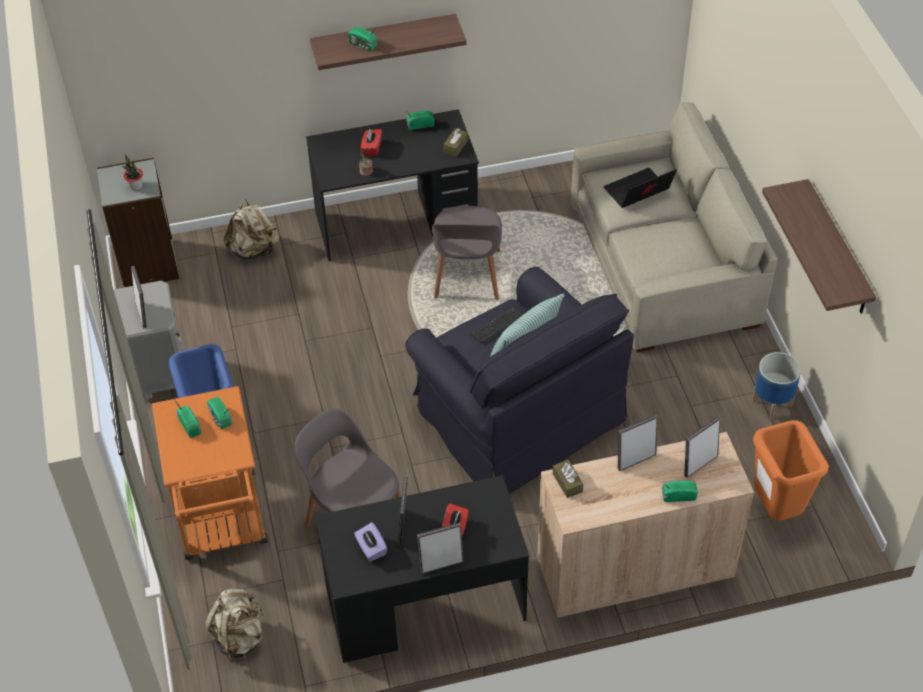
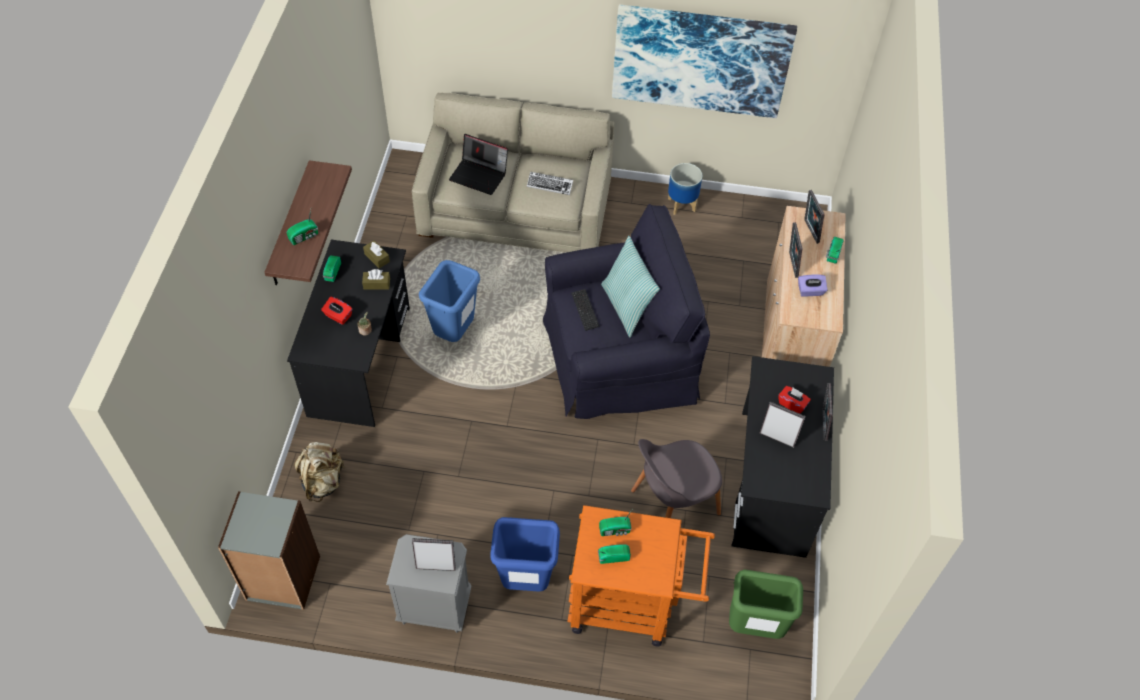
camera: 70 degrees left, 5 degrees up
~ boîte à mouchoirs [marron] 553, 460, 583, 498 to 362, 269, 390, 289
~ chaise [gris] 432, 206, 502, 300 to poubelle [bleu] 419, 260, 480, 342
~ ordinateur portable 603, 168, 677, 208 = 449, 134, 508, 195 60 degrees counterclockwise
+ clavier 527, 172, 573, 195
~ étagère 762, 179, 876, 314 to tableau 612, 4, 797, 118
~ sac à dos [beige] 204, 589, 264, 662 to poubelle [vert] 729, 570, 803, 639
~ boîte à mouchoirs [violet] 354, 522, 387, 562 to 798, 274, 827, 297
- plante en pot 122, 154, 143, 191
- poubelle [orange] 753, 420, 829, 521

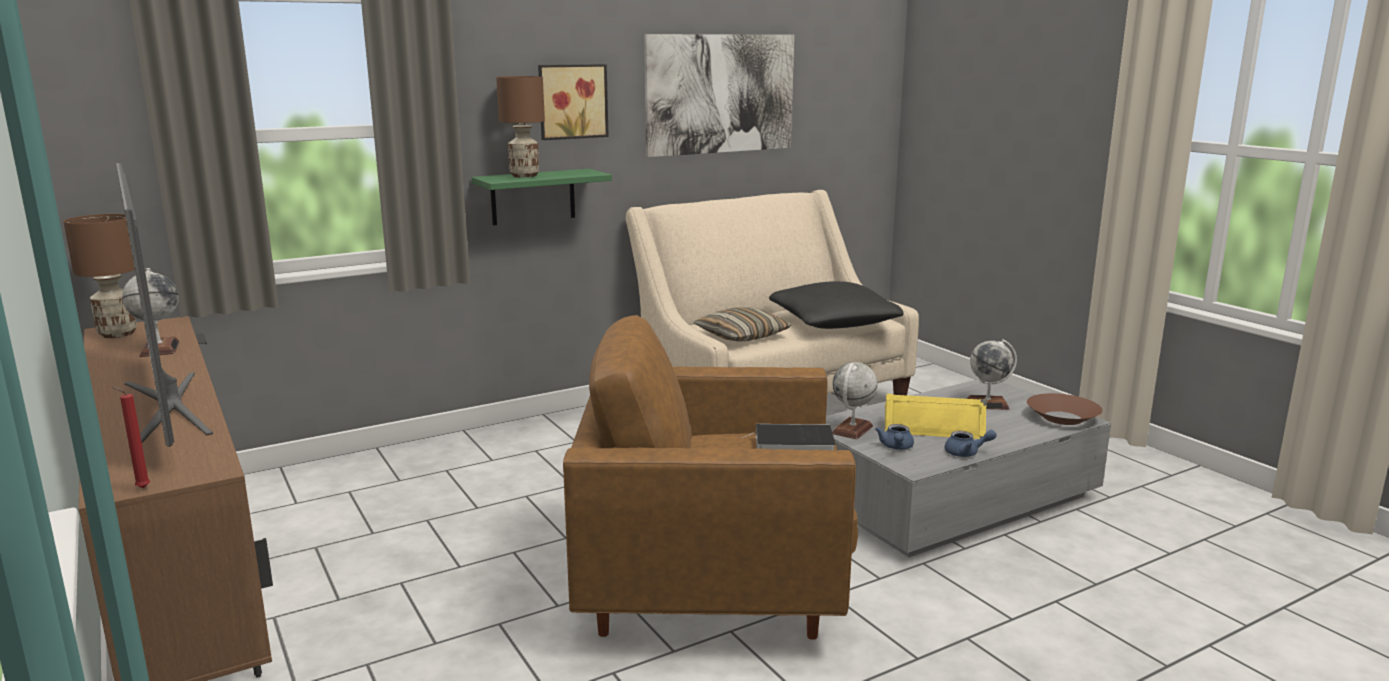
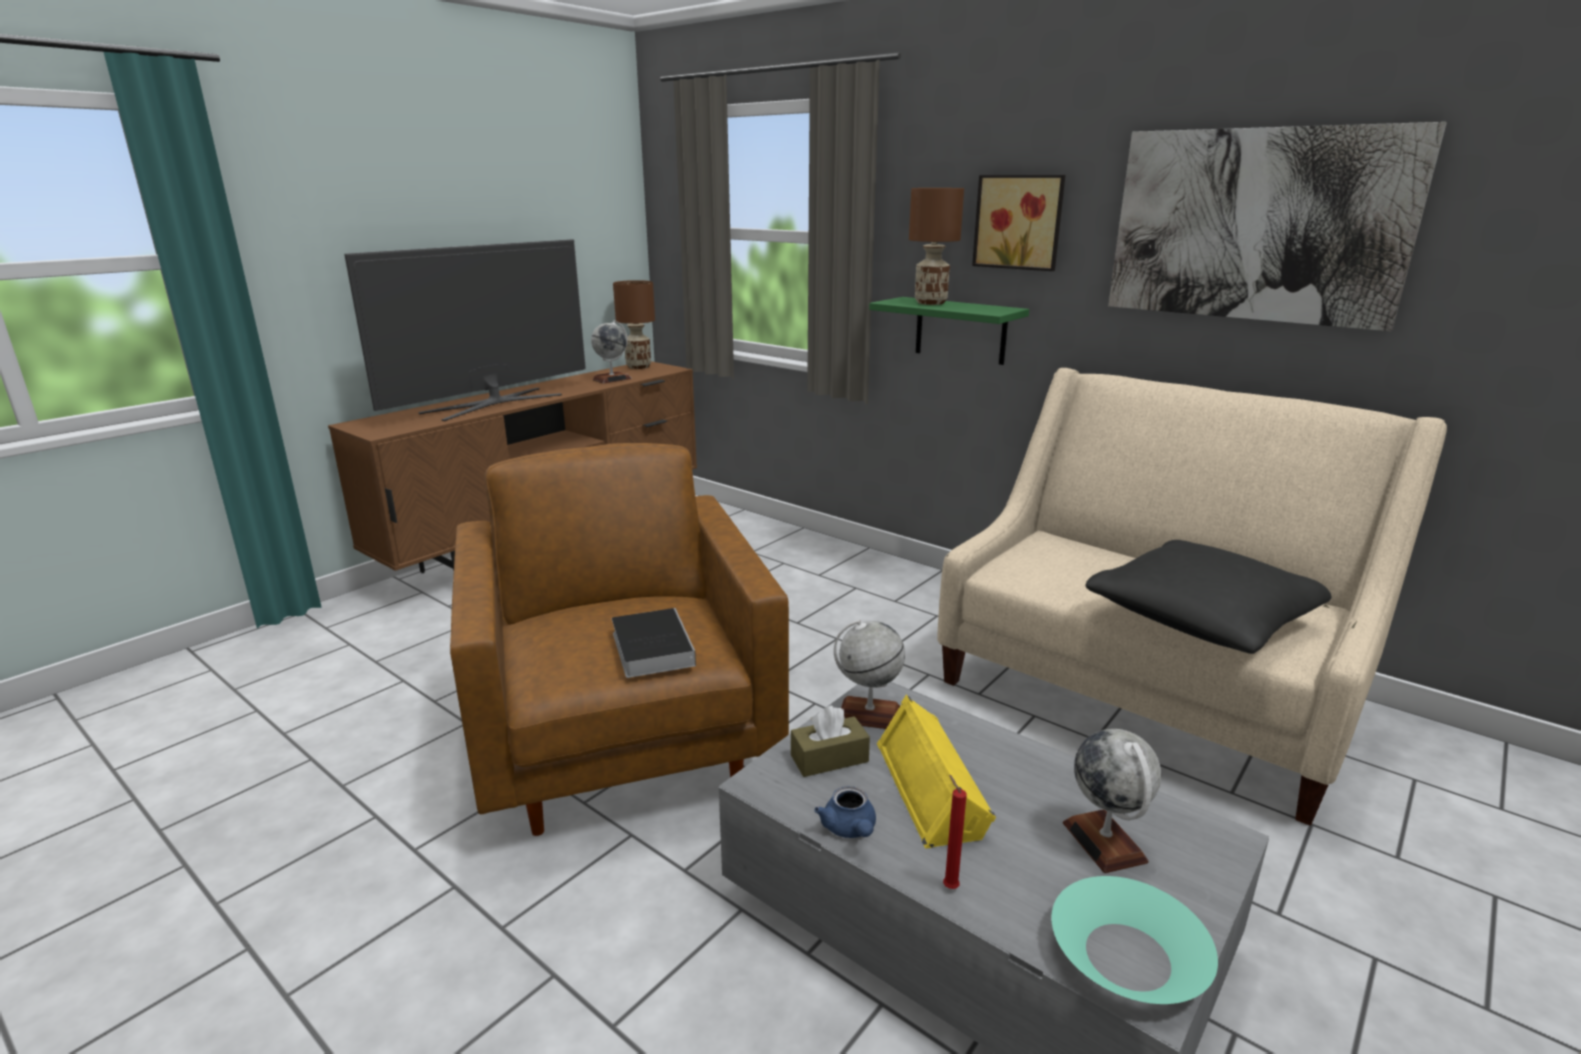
camera: 70 degrees right, 5 degrees up
~ théière [bleu] 875, 424, 914, 450 to boîte à mouchoirs [marron] 791, 706, 870, 777
~ bougie [rouge] 111, 386, 150, 489 to 943, 775, 967, 889
~ bol [marron] 1027, 393, 1103, 425 to bol [turquoise] 1051, 876, 1218, 1004
- coussin 694, 307, 791, 342

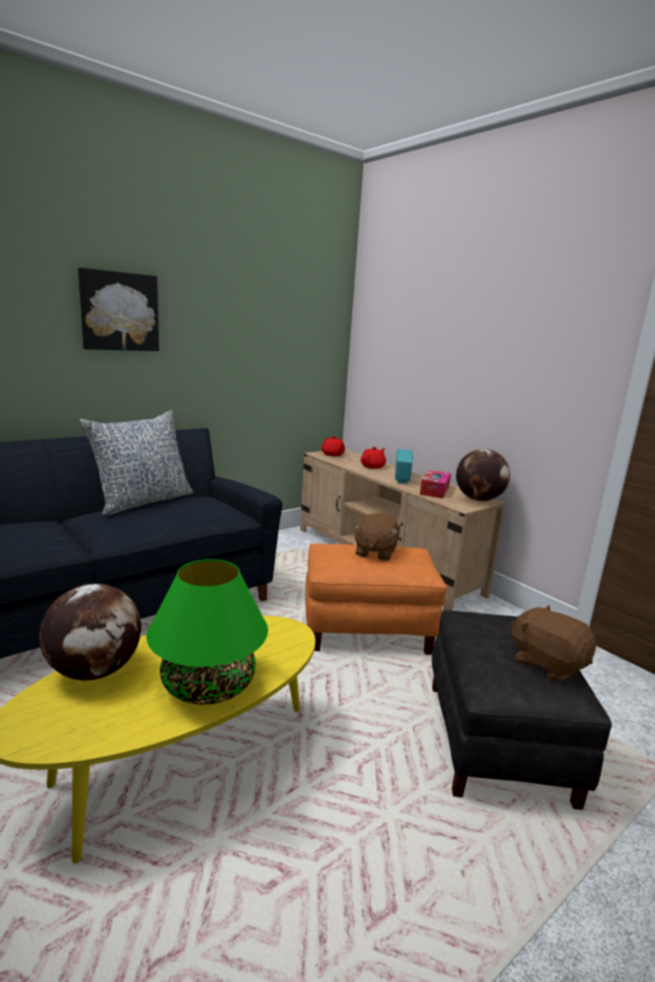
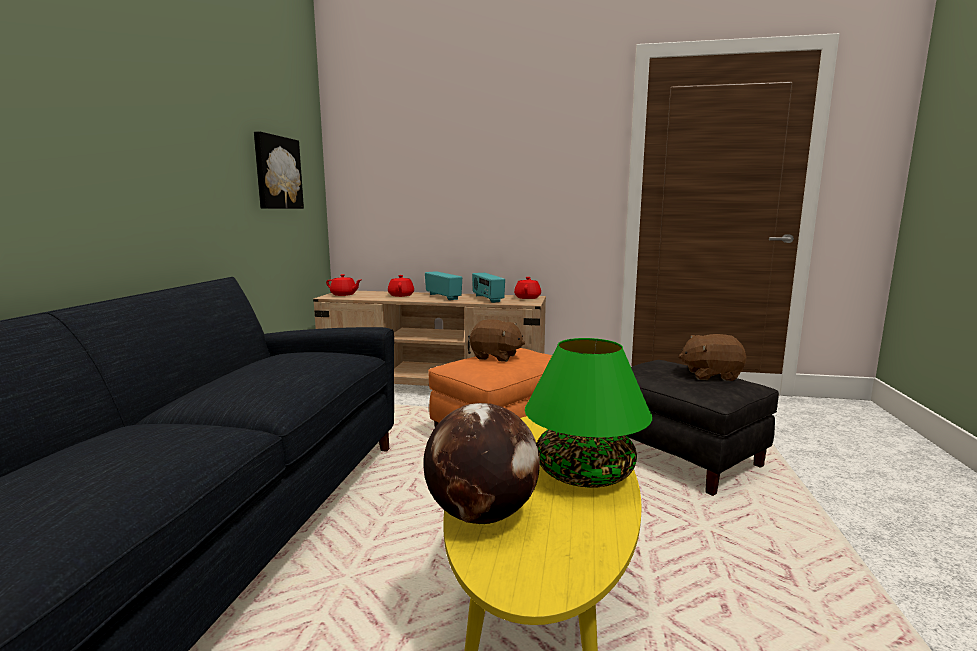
camera: 40 degrees left, 5 degrees down
~ tableau 78, 268, 159, 351 to 254, 131, 304, 209
~ peluche [marron] 353, 513, 399, 561 = 470, 319, 525, 362 45 degrees counterclockwise
~ boîte à mouchoirs 420, 470, 451, 498 to radio 472, 273, 505, 303
~ globe 456, 449, 510, 501 to théière [rouge] 514, 277, 541, 299
- coussin 79, 410, 194, 516

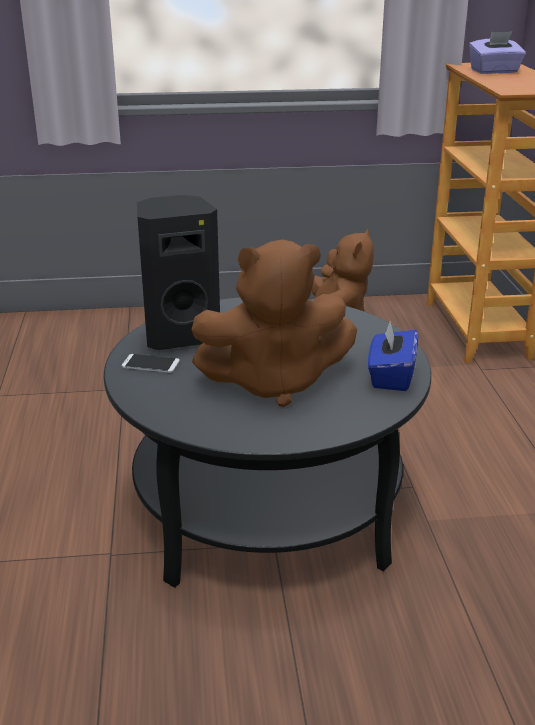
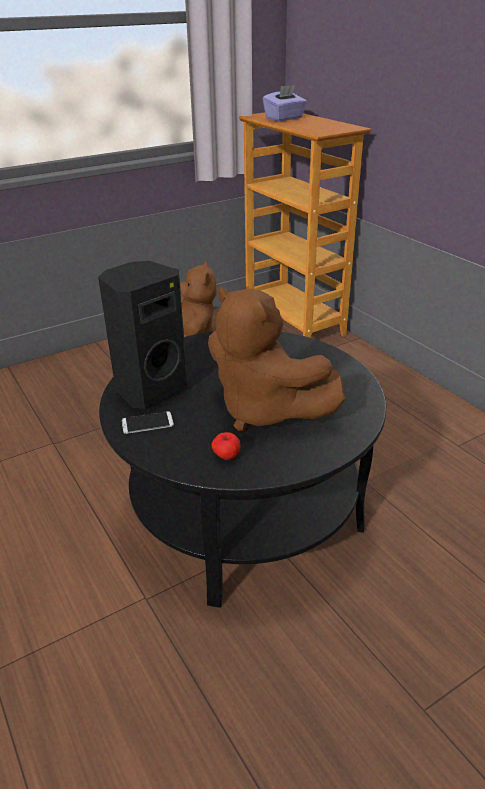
camera: 25 degrees left, 5 degrees up
~ peluche [marron] 192, 239, 357, 407 = 208, 286, 345, 431 75 degrees clockwise
+ pomme 212, 432, 241, 460
- boîte à mouchoirs [bleu] 368, 322, 418, 391

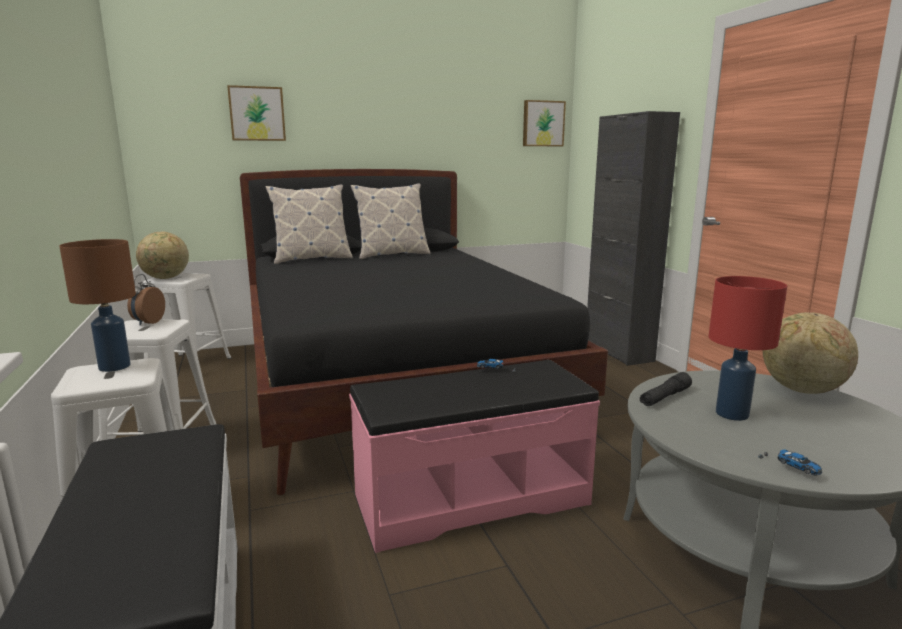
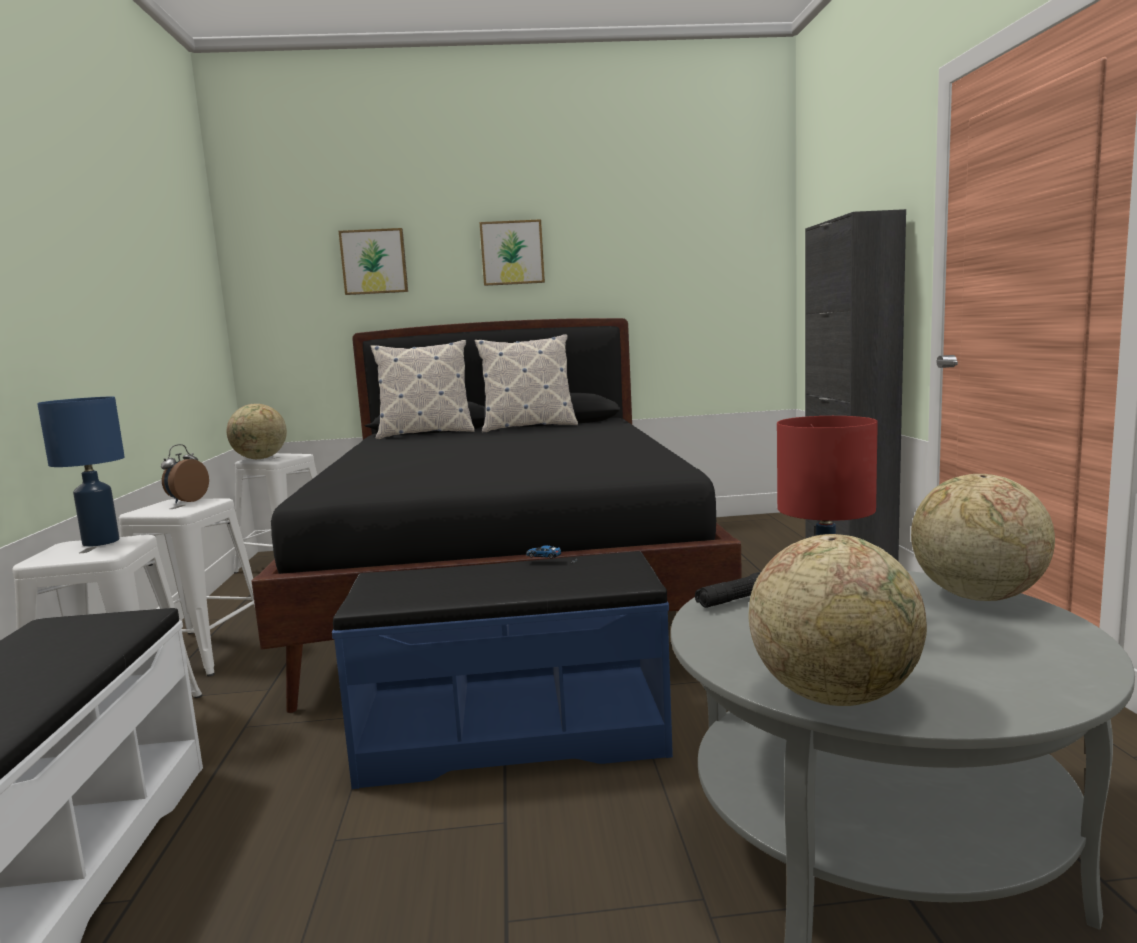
camera: 15 degrees right, 5 degrees down
~ lampe de table [marron] 59, 239, 136, 372 to lampe de table [bleu] 37, 397, 125, 547
~ banc [rose] 349, 360, 600, 553 to banc [bleu] 332, 551, 673, 789
~ tableau 523, 100, 566, 146 to 480, 219, 545, 286
~ petite voiture 758, 450, 822, 475 to globe 748, 534, 927, 706

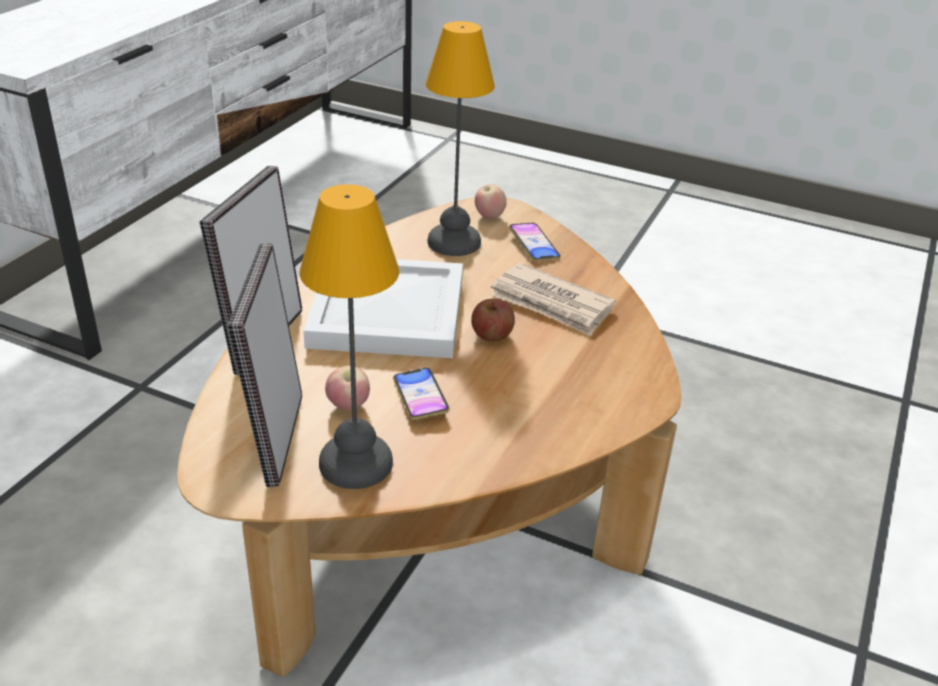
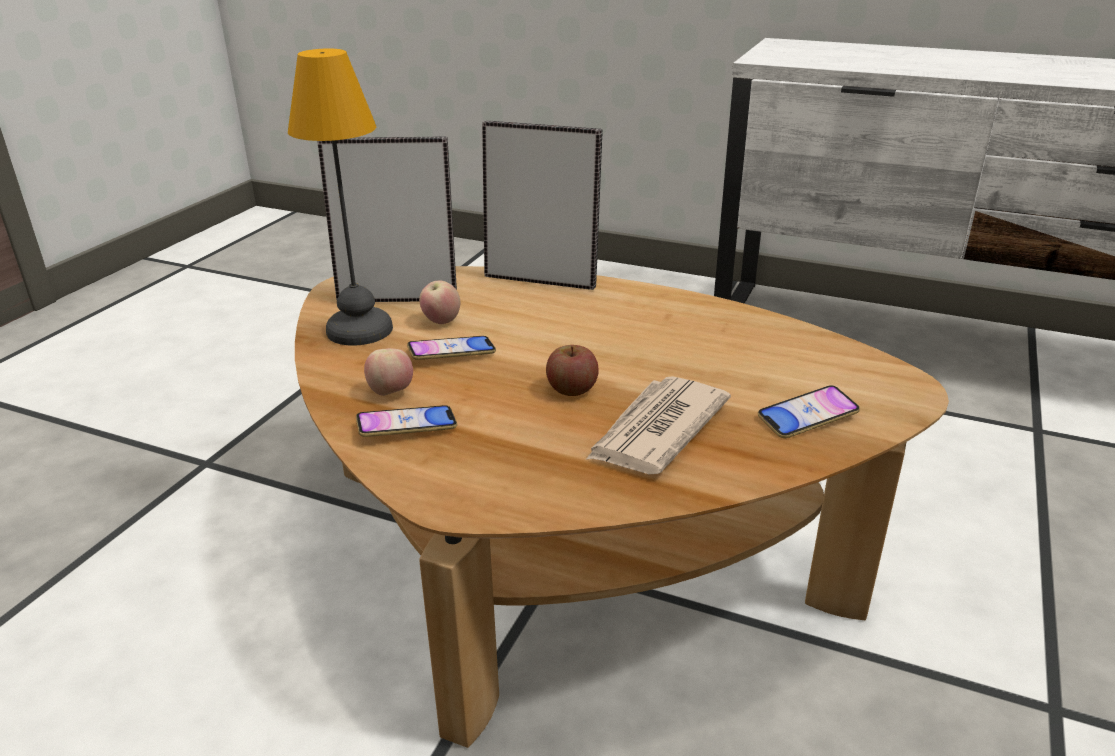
camera: 90 degrees right, 5 degrees down
+ téléphone 356, 405, 457, 437
~ pomme 475, 184, 507, 219 to 364, 348, 413, 396
- plateau [blanc] 303, 259, 463, 358
- lampe de table 425, 21, 495, 256

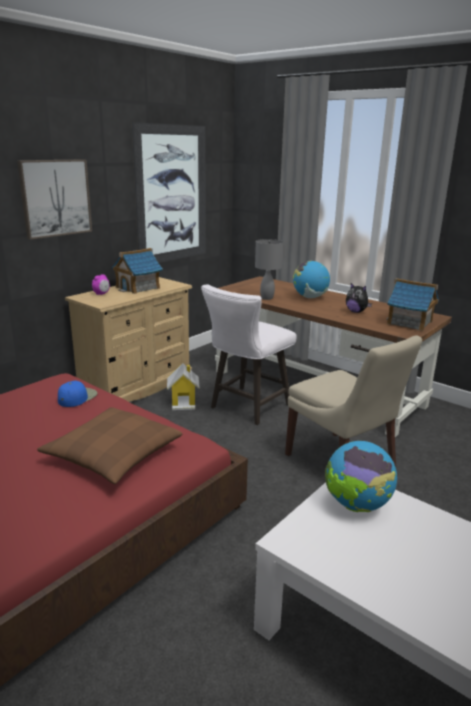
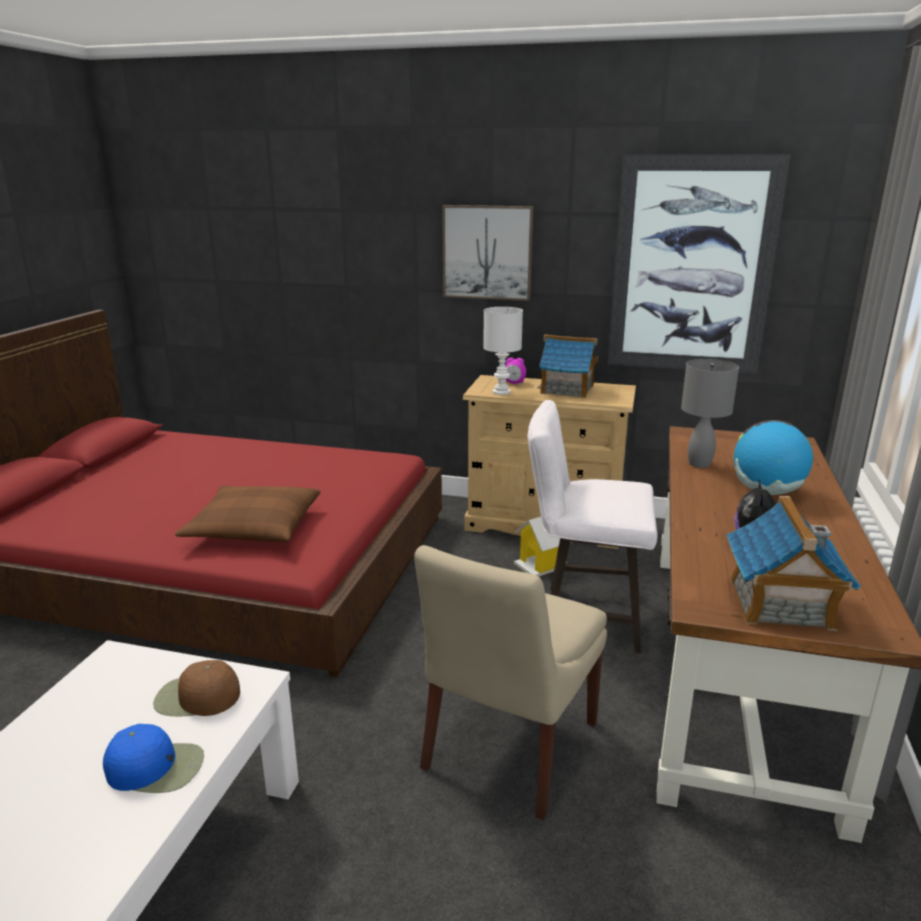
camera: 65 degrees right, 0 degrees up
~ casquette [bleu] 58, 381, 98, 407 to 103, 724, 204, 793
~ globe 325, 441, 397, 512 to casquette [marron] 153, 660, 240, 717
+ lampe de table [blanc] 483, 307, 523, 395

